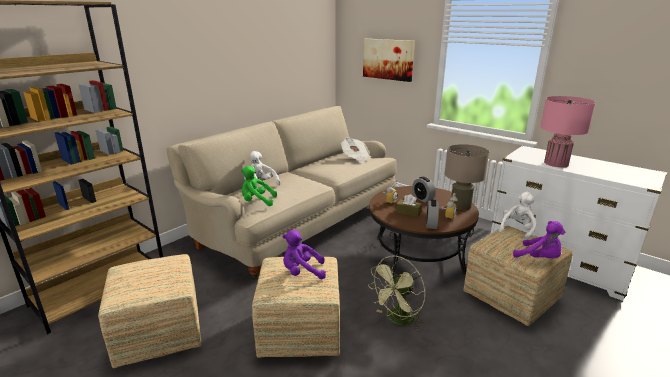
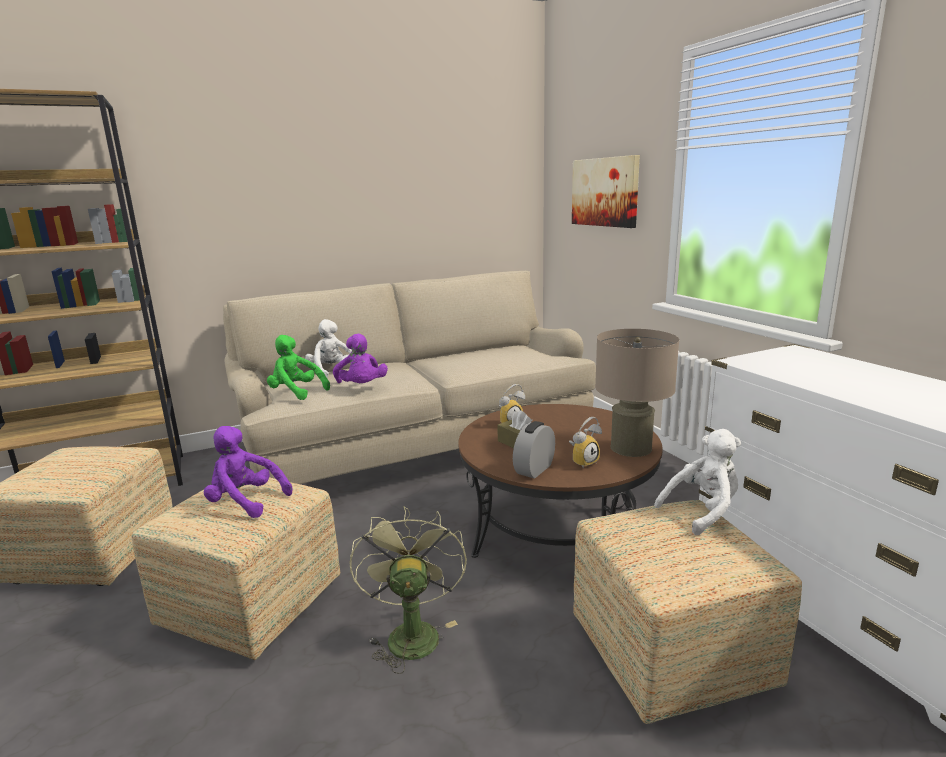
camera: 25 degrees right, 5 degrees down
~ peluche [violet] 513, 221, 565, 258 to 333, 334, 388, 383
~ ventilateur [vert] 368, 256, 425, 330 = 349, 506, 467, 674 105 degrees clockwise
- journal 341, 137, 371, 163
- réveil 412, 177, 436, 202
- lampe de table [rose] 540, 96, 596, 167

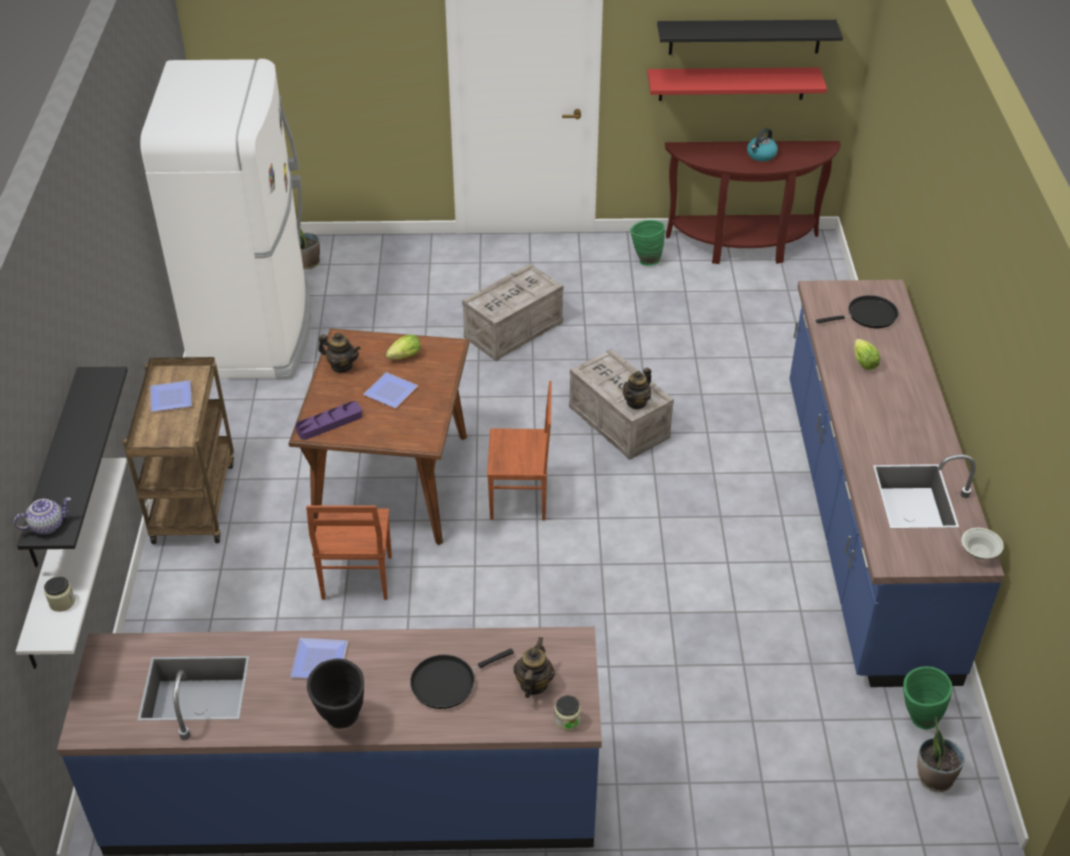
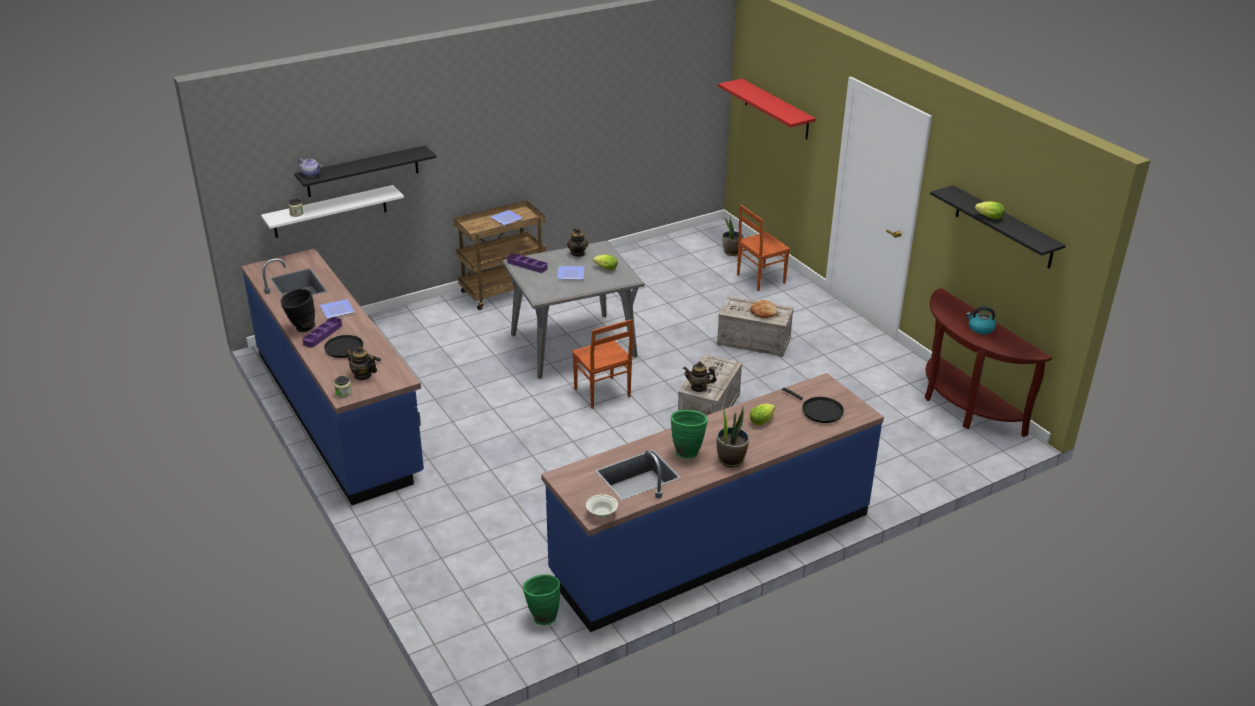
camera: 60 degrees right, 10 degrees down
+ plateau [violet] 302, 317, 342, 348
~ théière 513, 637, 555, 698 = 346, 346, 377, 380 135 degrees counterclockwise
~ table à manger [marron] 289, 328, 470, 545 to table à manger [gris] 502, 240, 645, 379
~ vase [vert] 630, 220, 665, 266 to 671, 410, 708, 459
~ plante en pot 917, 716, 965, 792 to 717, 406, 749, 468
~ étagère [rouge] 647, 67, 827, 101 to 718, 79, 816, 139
~ chaise [marron] 306, 505, 392, 600 to 737, 204, 790, 291
+ pain 750, 300, 778, 318
+ laitue 975, 201, 1004, 219
- réfrigérateur [blanc] 140, 59, 311, 379

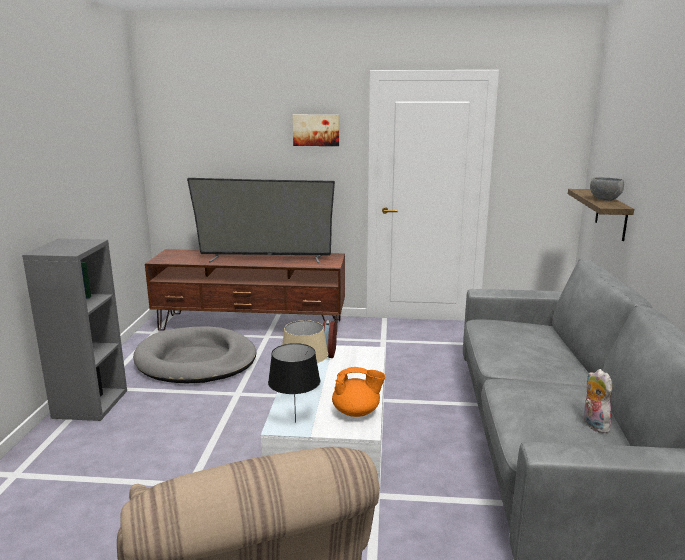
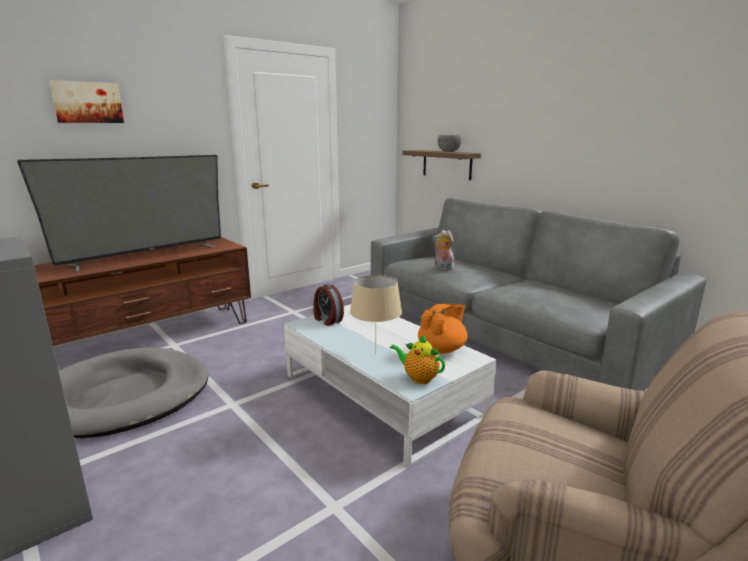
camera: 45 degrees left, 0 degrees up
~ tableau 292, 115, 339, 146 to 50, 80, 124, 123
~ lampe de table [noir] 268, 343, 320, 423 to théière 390, 335, 445, 384
~ peluche 584, 369, 612, 433 to 433, 230, 454, 271

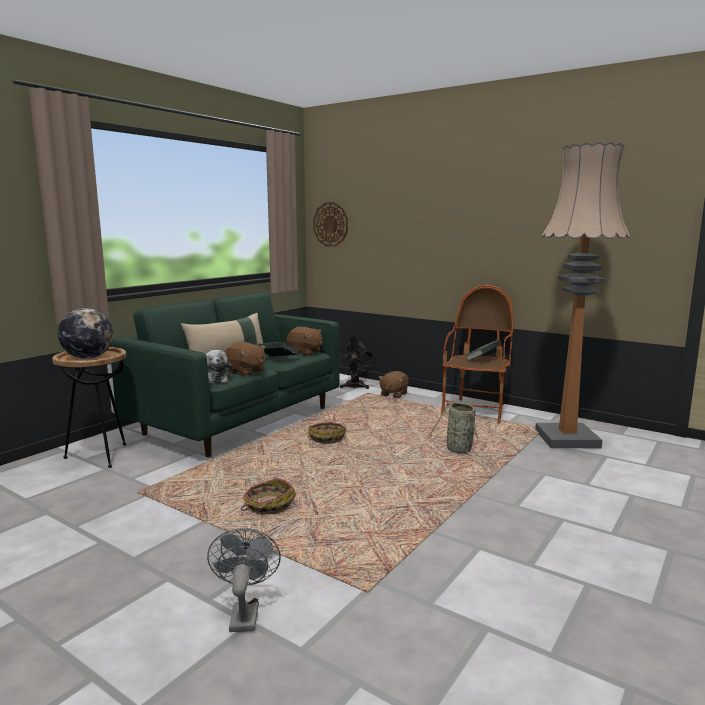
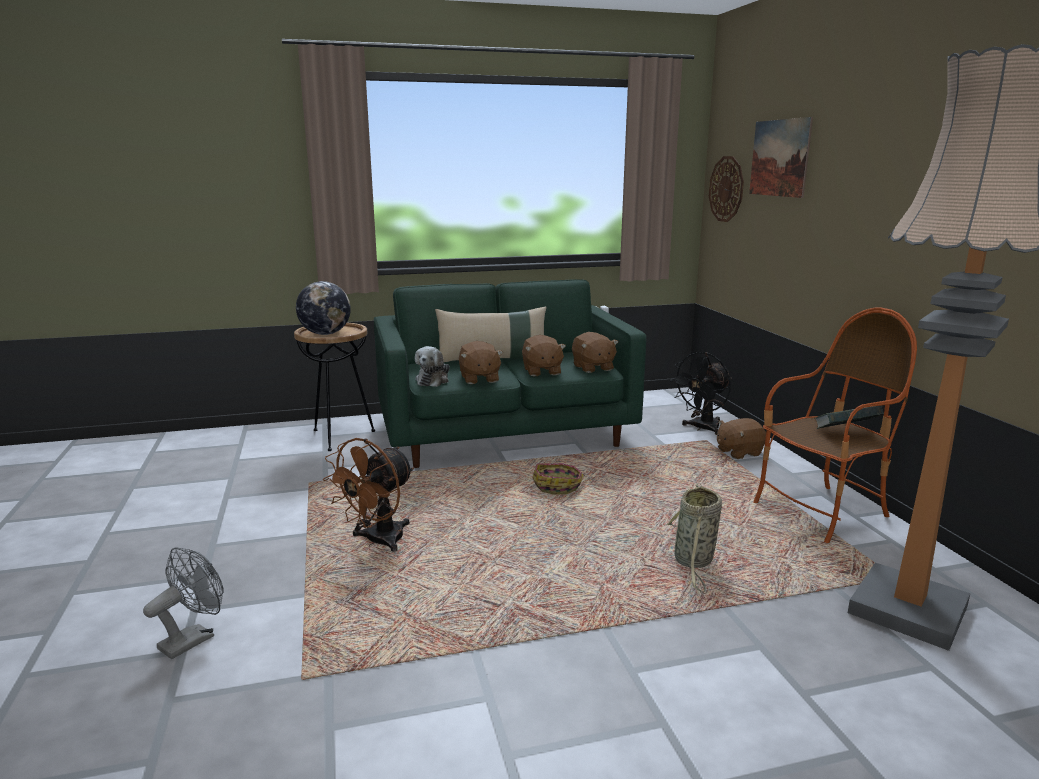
camera: 40 degrees right, 5 degrees up
~ panier 241, 478, 296, 515 to ventilateur [marron] 323, 438, 414, 552
~ livre 258, 342, 298, 357 to peluche [marron] 522, 335, 566, 376
+ tableau 749, 117, 813, 198

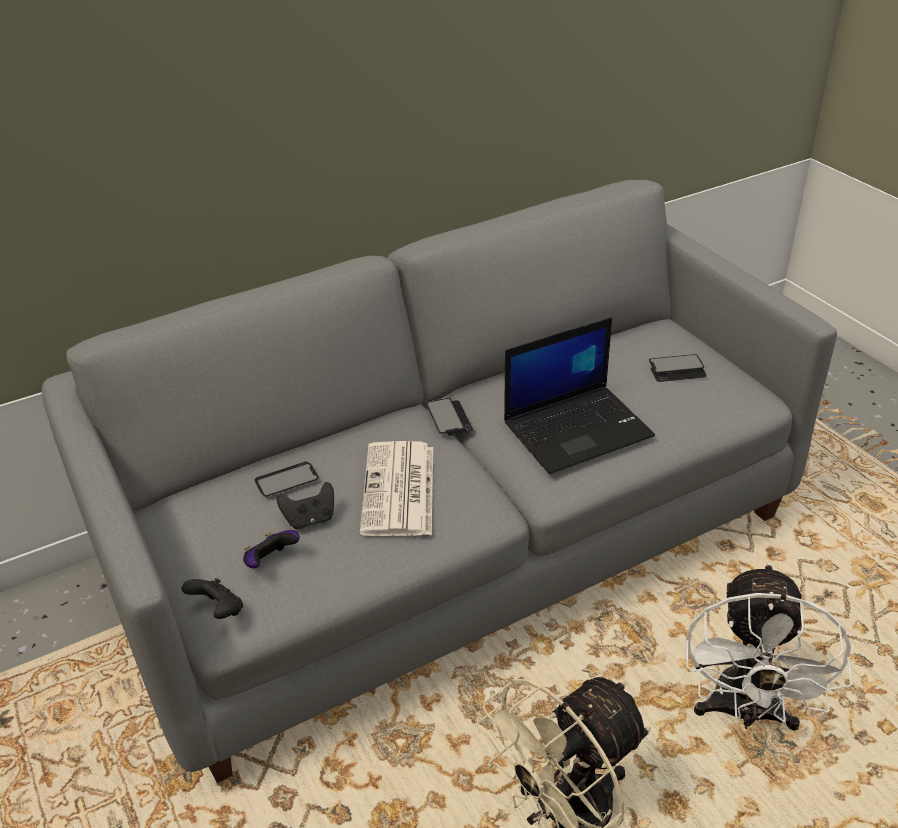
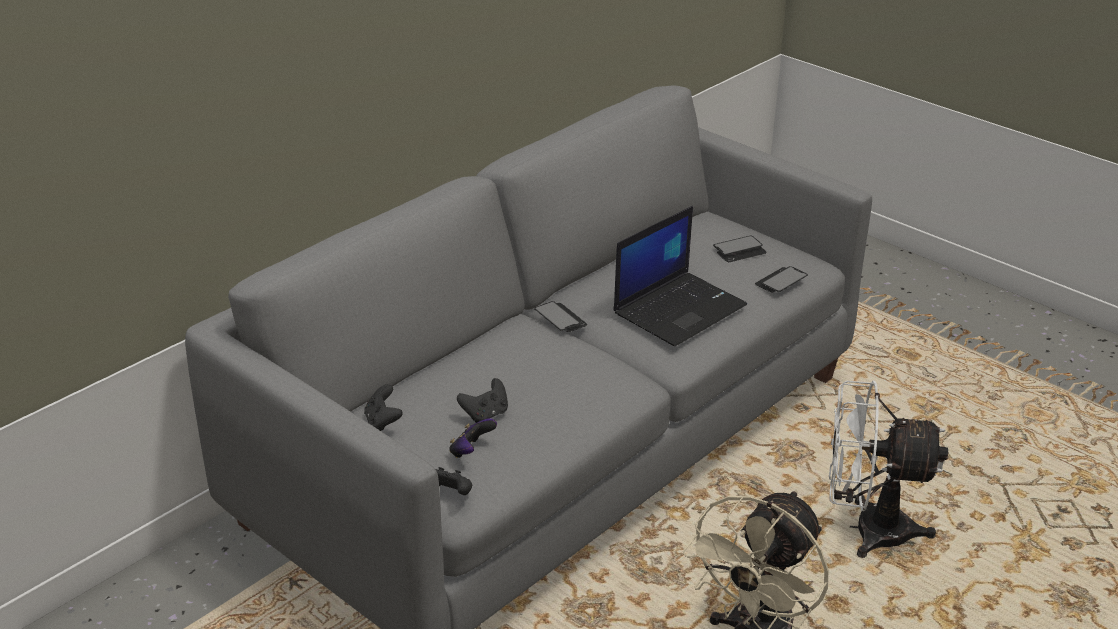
camera: 20 degrees left, 5 degrees down
+ manette [noir] 364, 384, 403, 431
~ téléphone 255, 461, 319, 497 to 755, 266, 808, 292
~ ventilateur [blanc] 686, 562, 852, 731 = 829, 380, 948, 558 105 degrees clockwise
- journal 360, 441, 433, 536

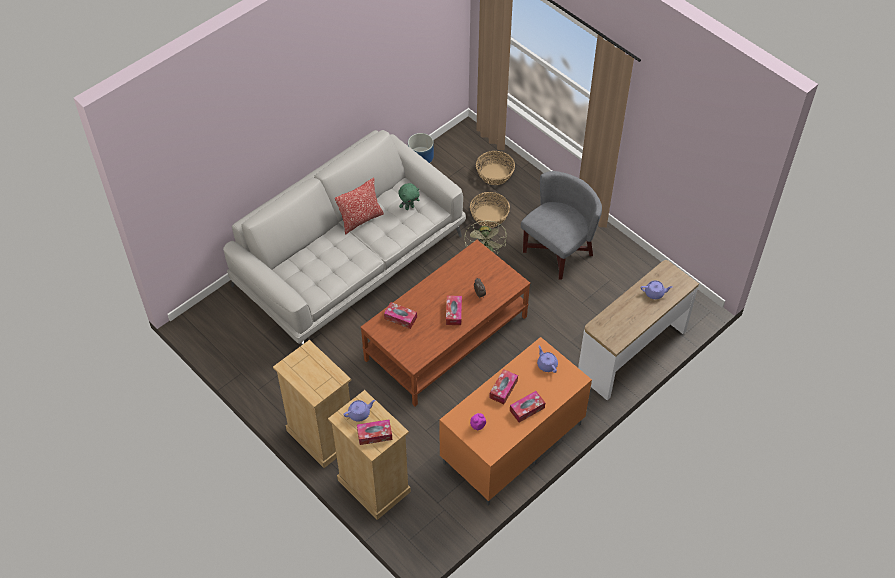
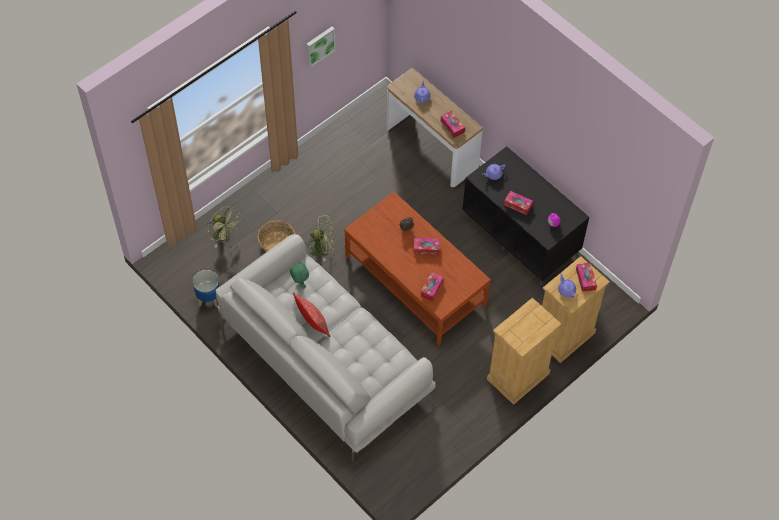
camera: 90 degrees left, 5 degrees up
~ panier 476, 151, 515, 185 to ventilateur [vert] 207, 206, 242, 248
+ tableau 306, 27, 336, 68
~ boîte à mouchoirs 510, 391, 545, 422 to 441, 111, 465, 138
~ meuble télé [orange] 439, 337, 592, 506 to meuble télé [noir] 463, 146, 589, 285
- fauteuil [gris] 521, 171, 602, 280

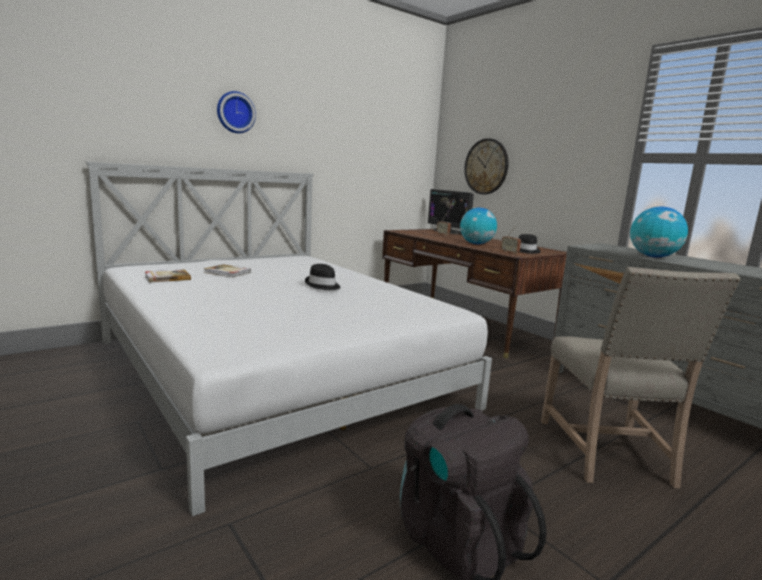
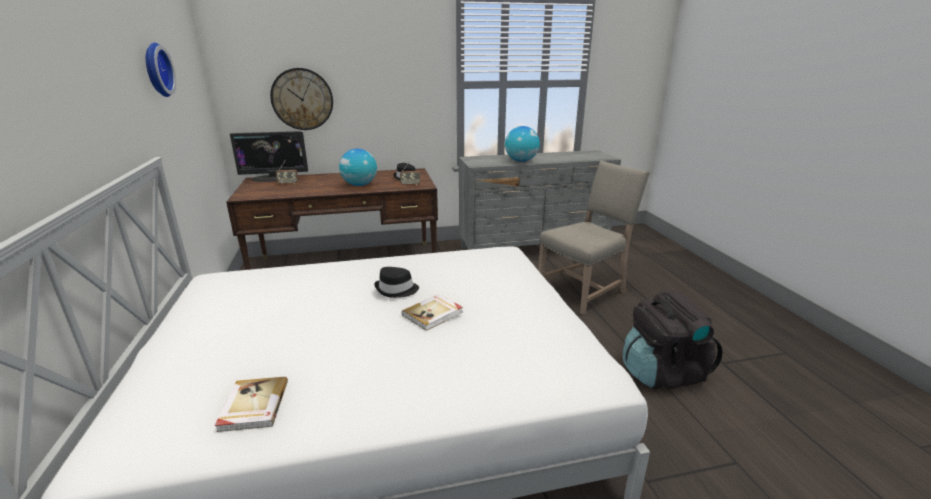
camera: 65 degrees left, 10 degrees up
~ horloge murale 217, 91, 256, 133 to 146, 43, 176, 97
~ livre 204, 264, 251, 277 to 402, 294, 463, 331
~ chaise [beige] 541, 267, 741, 488 = 538, 161, 650, 315 60 degrees counterclockwise

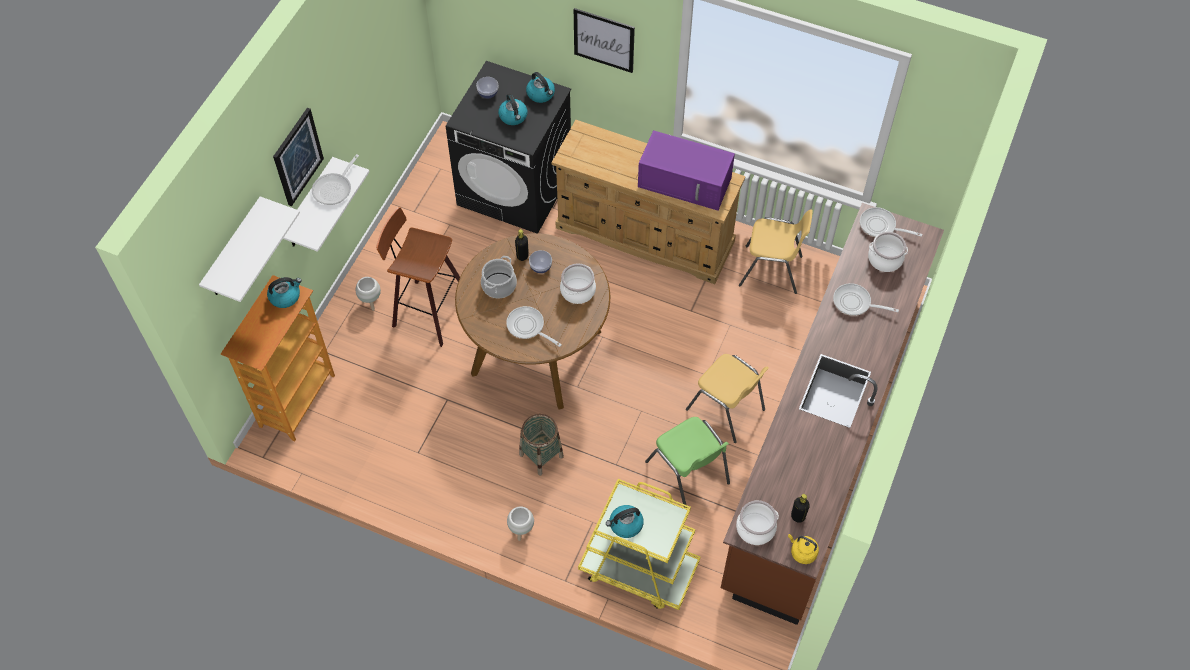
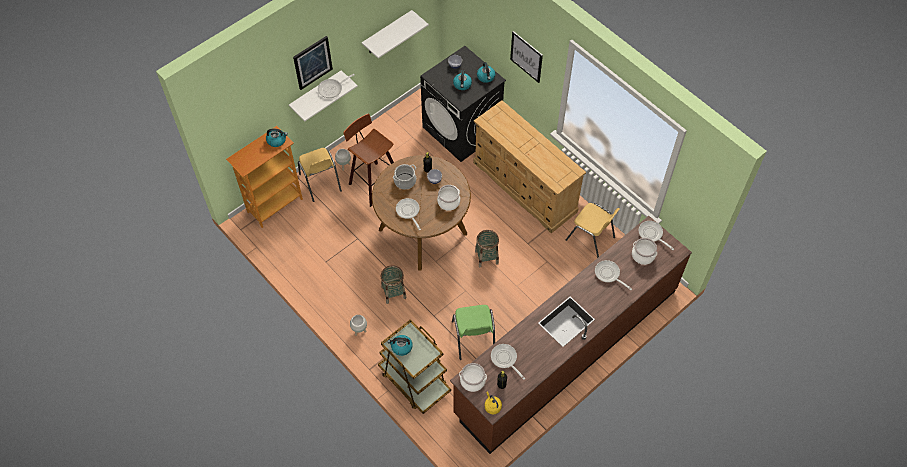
camera: 25 degrees right, 0 degrees up
~ chaise [jaune] 686, 354, 769, 443 to 298, 148, 342, 202
~ étagère [blanc] 199, 196, 300, 302 to 362, 10, 429, 59
~ chariot [jaune] 578, 479, 700, 610 to chariot [marron] 378, 319, 451, 414
+ panier 475, 230, 499, 268
+ poêle 491, 344, 525, 380
- micro-ondes [violet] 638, 130, 735, 211

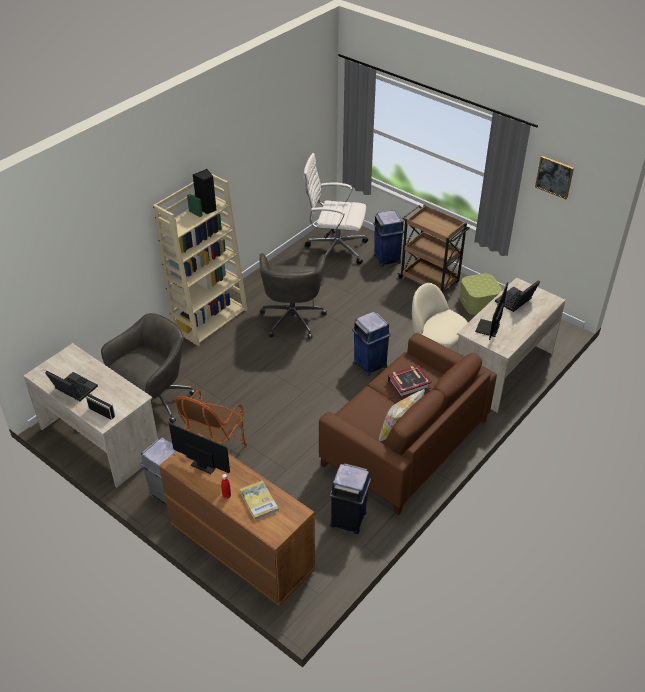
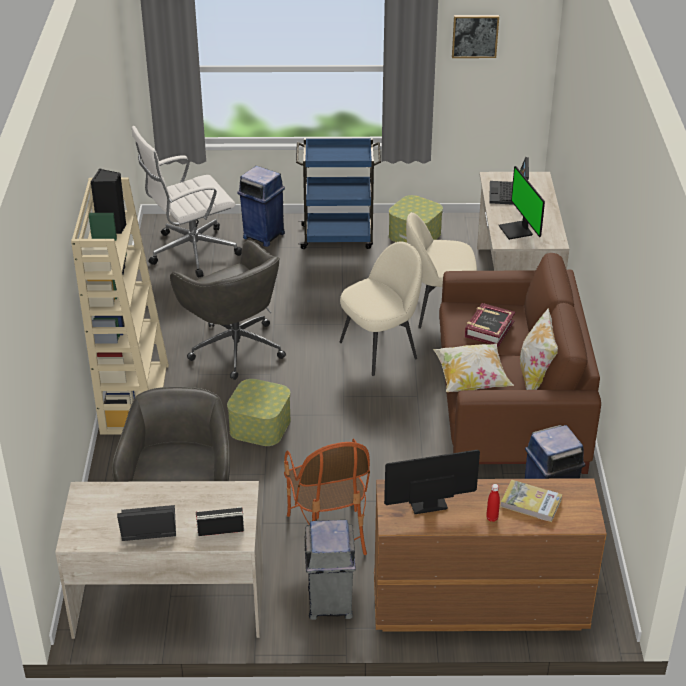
camera: 40 degrees left, 5 degrees down
+ boîte de rangement 227, 379, 291, 446
~ chariot [marron] 397, 204, 470, 293 to chariot [bleu] 296, 138, 381, 249
~ poubelle [bleu] 352, 311, 391, 376 to chaise [beige] 339, 241, 422, 376
+ coussin 433, 343, 514, 392

